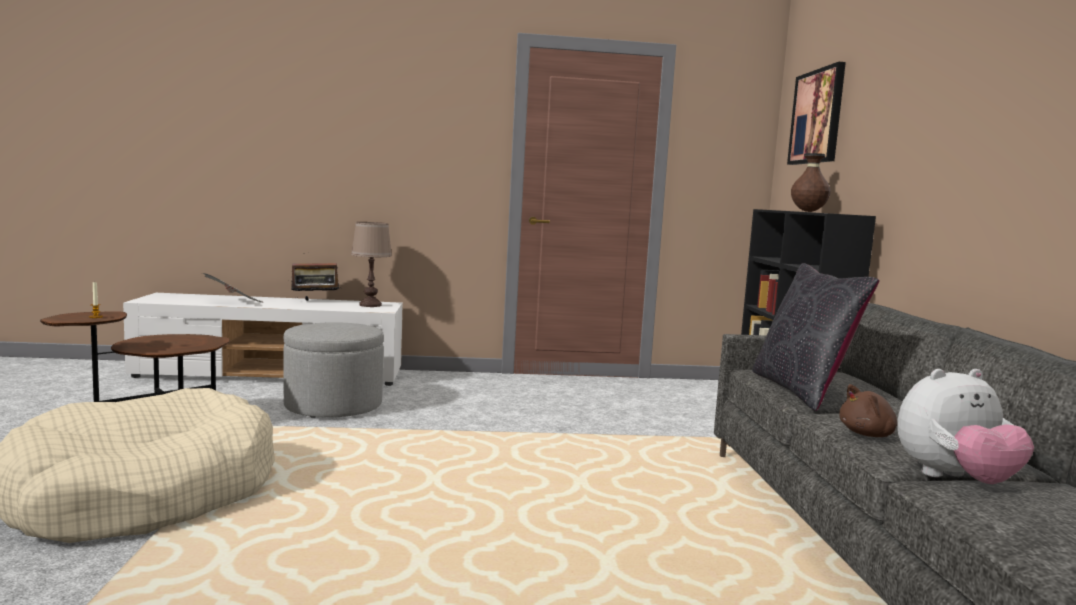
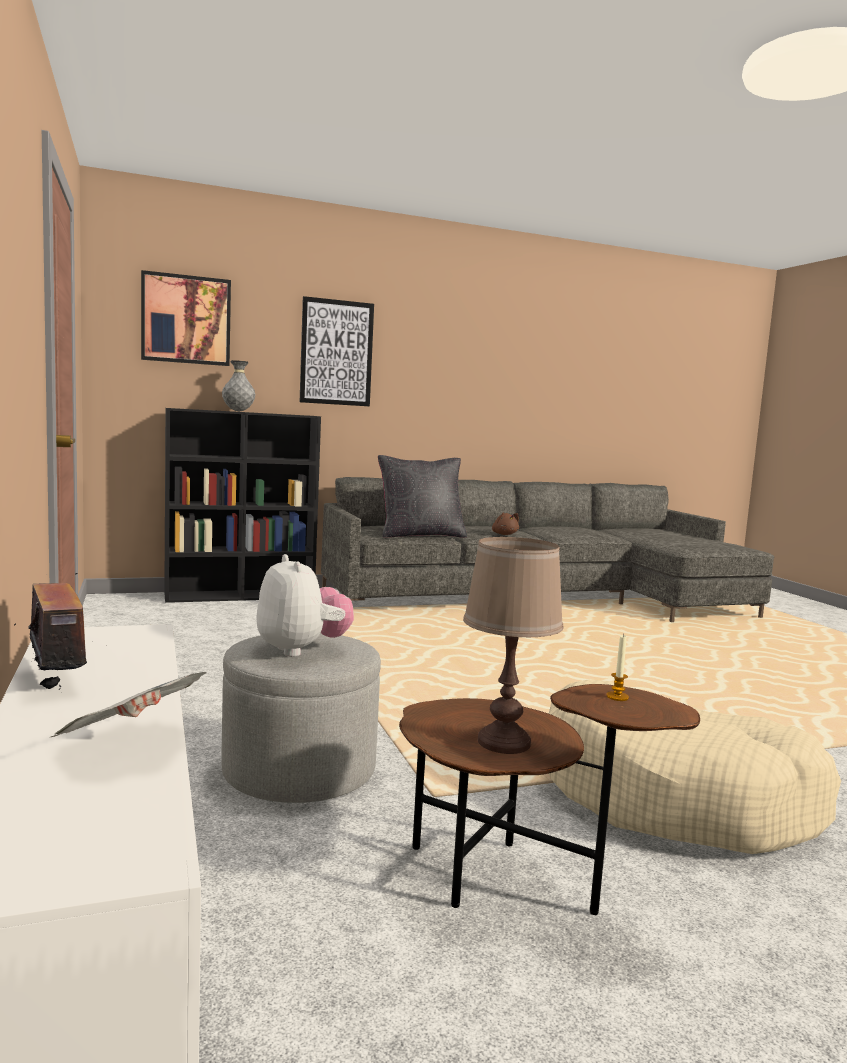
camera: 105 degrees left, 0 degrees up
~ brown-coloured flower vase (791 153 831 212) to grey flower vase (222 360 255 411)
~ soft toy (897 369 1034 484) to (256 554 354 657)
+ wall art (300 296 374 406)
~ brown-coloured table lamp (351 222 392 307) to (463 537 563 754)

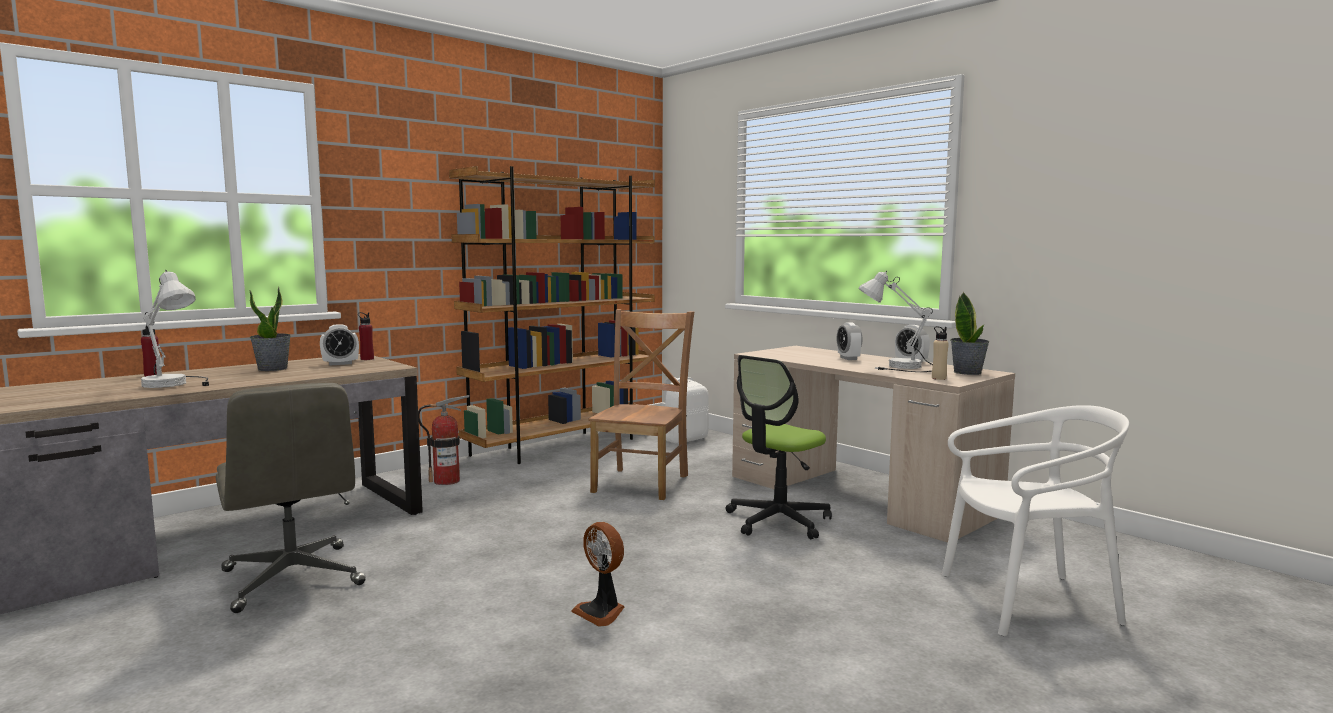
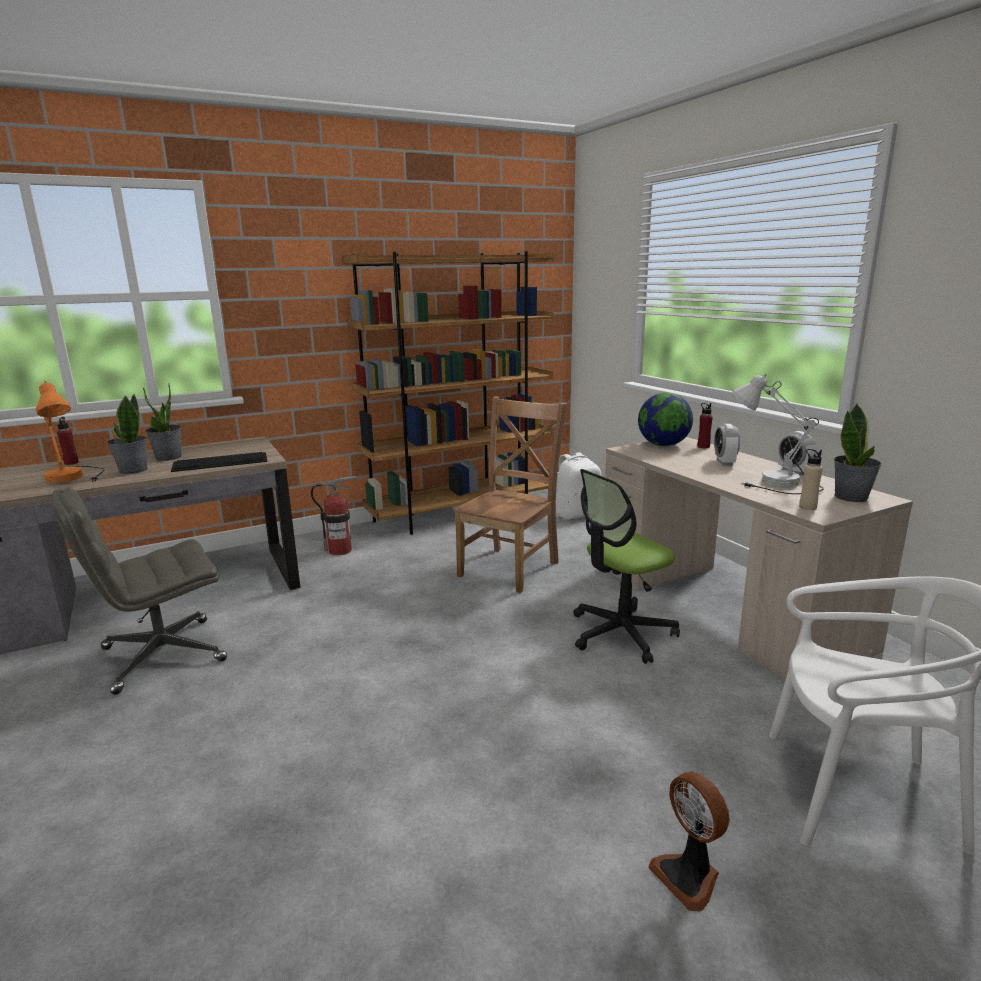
camera: 15 degrees right, 10 degrees up
~ white-coloured table lamp (141 270 209 388) to orange-coloured table lamp (36 381 104 483)
~ grey computer chair (216 383 366 613) = (51 487 227 695) 75 degrees clockwise
+ houseplant (107 394 148 474)
+ keyboard (171 452 267 472)
+ desk globe (638 393 693 446)
~ fan (571 522 624 627) to (648 771 730 912)
~ red beverage bottle (358 312 374 360) to (698 403 713 448)
- alarm clock (320 324 359 366)

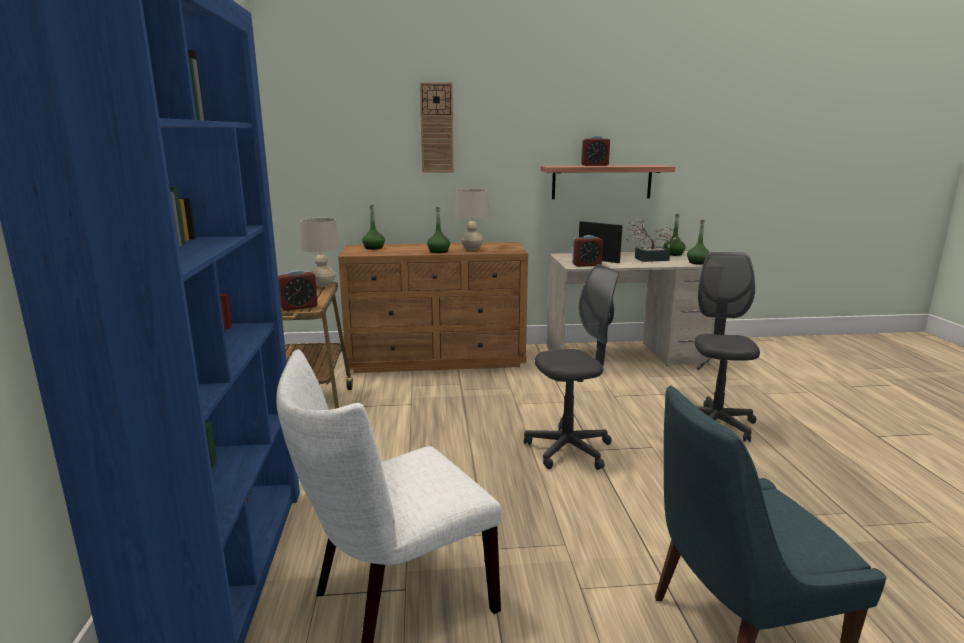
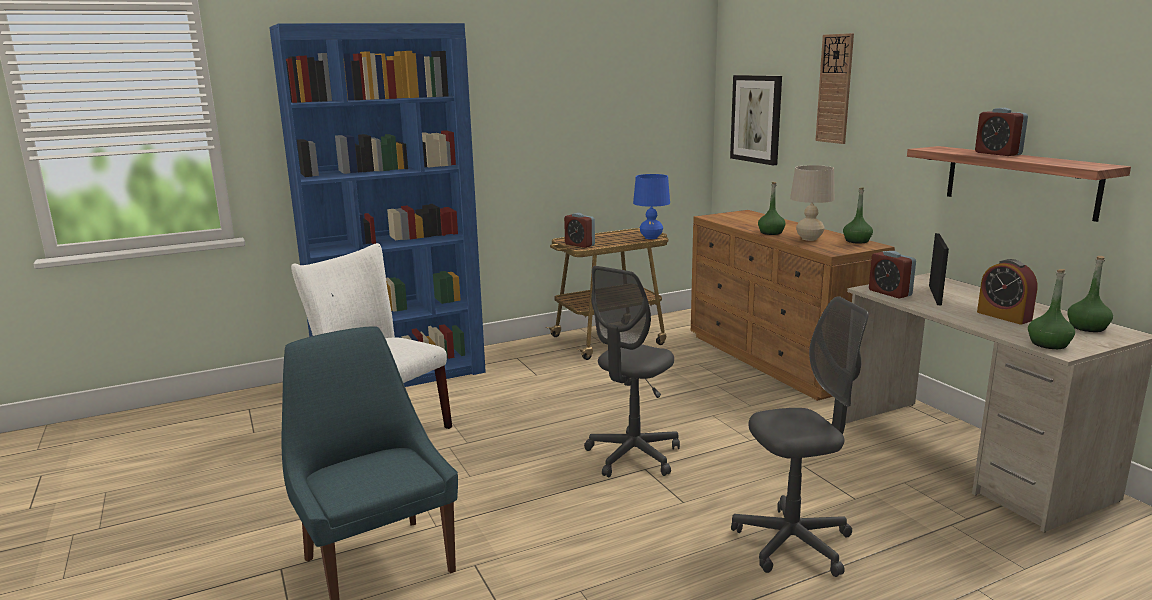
camera: 70 degrees right, 0 degrees up
~ grey computer chair (524 264 619 470) = (584 266 680 478) 75 degrees clockwise
~ beige table lamp (300 218 341 287) to blue-coloured table lamp (633 174 670 239)
+ wall art (730 75 782 165)
~ greenish beverage bottle (362 205 385 250) to (843 187 873 244)
~ houseplant (626 219 676 262) to alarm clock (977 259 1038 325)

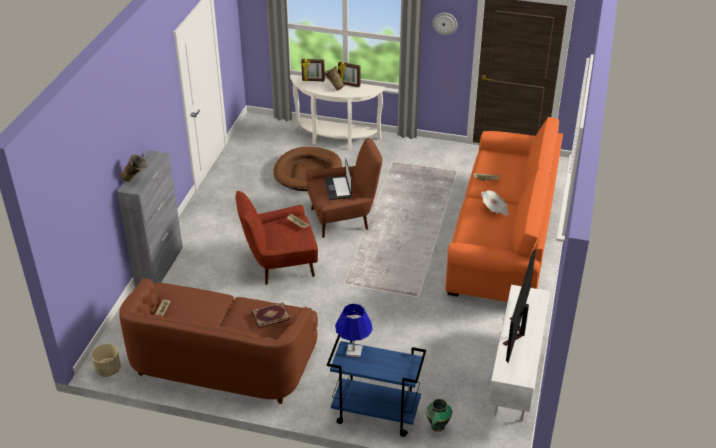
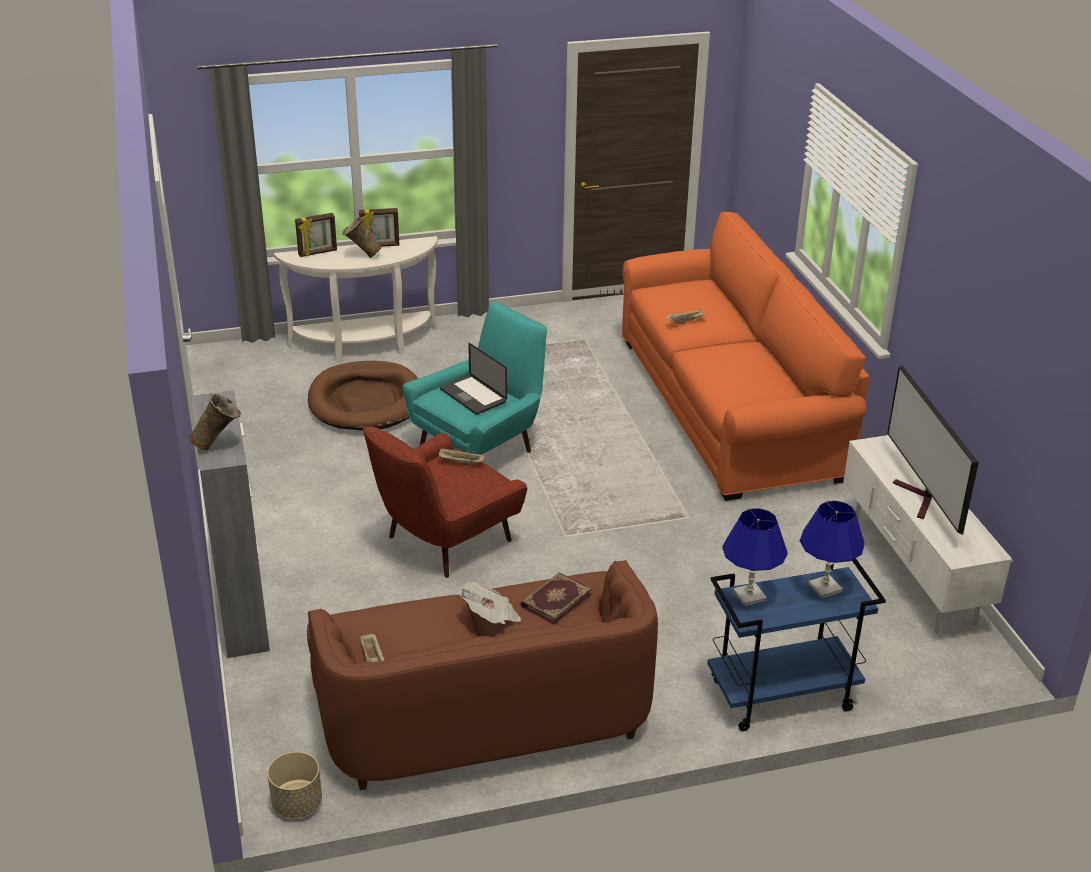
camera: 30 degrees left, 5 degrees down
~ brown-coloured easy chair (306 138 383 238) to turquoise easy chair (403 302 547 455)
~ printed paper (481 190 508 216) to (458 582 522 624)
+ blue-coloured table lamp (800 501 865 598)
- flower vase (426 399 452 432)
- clock on the wall (433 13 457 35)

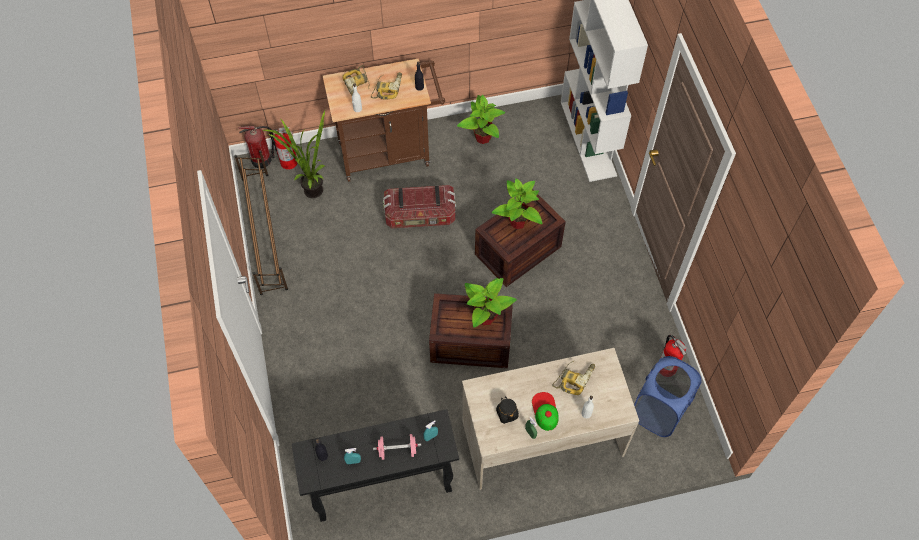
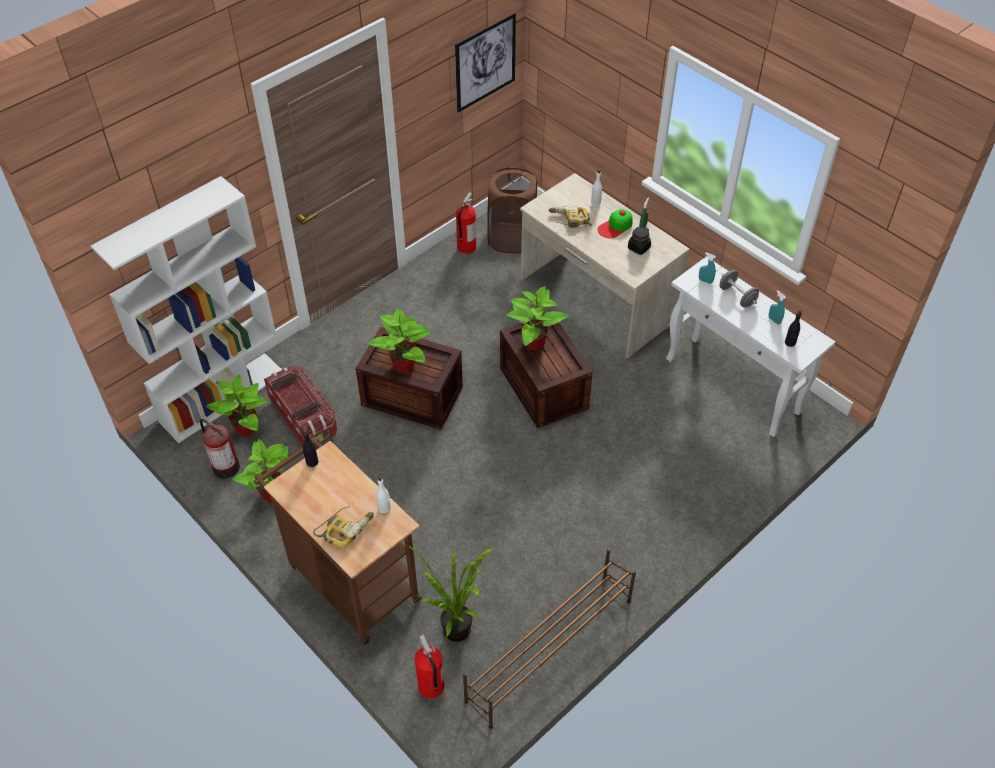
camera: 120 degrees left, 10 degrees down
~ extinguisher (238 126 275 168) to (200 419 240 479)
+ houseplant (206 375 268 437)
~ storage box (383 185 456 228) to (264 366 337 447)
+ wall art (455 13 516 113)
~ blue-coloured hamper (634 356 702 437) to brown-coloured hamper (487 167 537 253)
~ black-coloured hall table (292 409 459 522) to white-coloured hall table (666 257 835 437)
~ pinkish dumbbell (373 434 421 460) to grey dumbbell (719 270 759 308)
- electric drill (371 72 402 99)

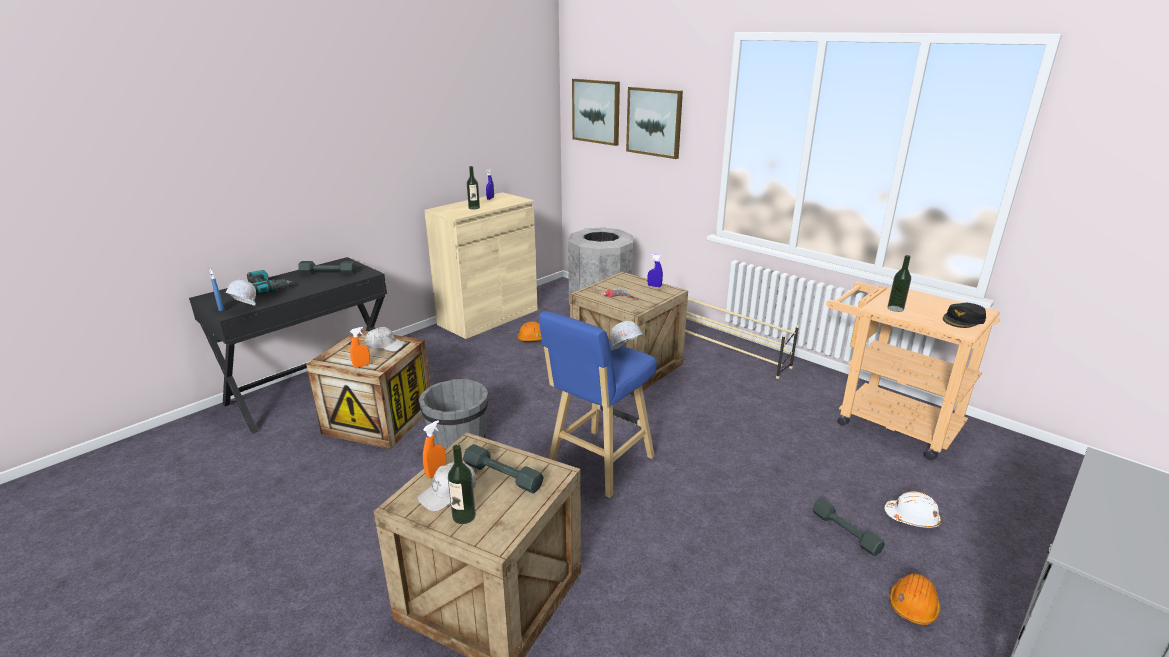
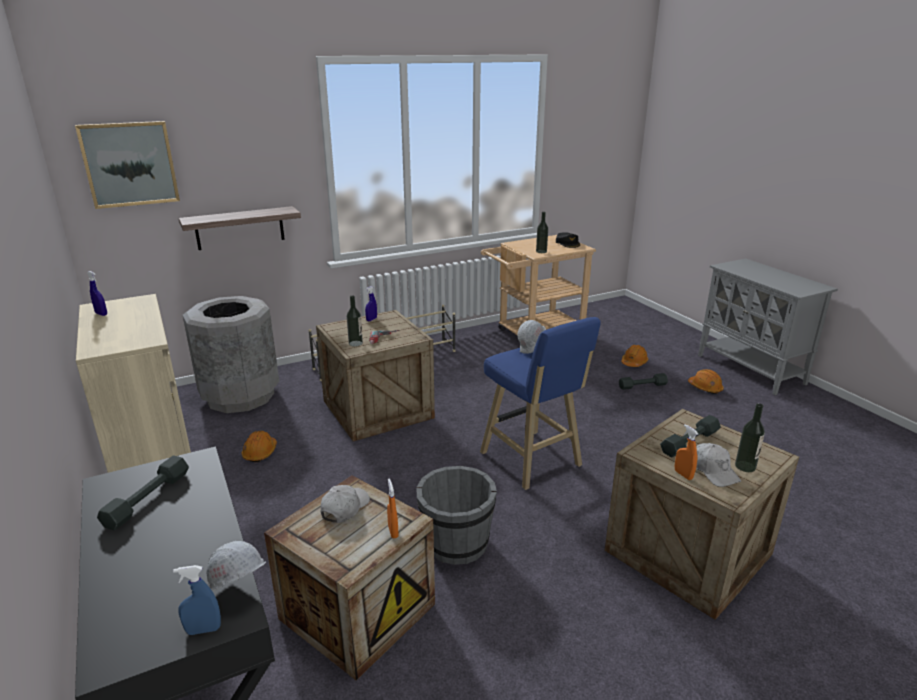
camera: 70 degrees left, 0 degrees up
+ bracket shelf (179 206 301 250)
~ beverage bottle (467 166 480 209) to (347 295 363 347)
~ white-coloured work helmet (884 492 941 528) to orange-coloured work helmet (621 345 648 367)
- electric drill (247 270 292 295)
- wall art (626 87 683 159)

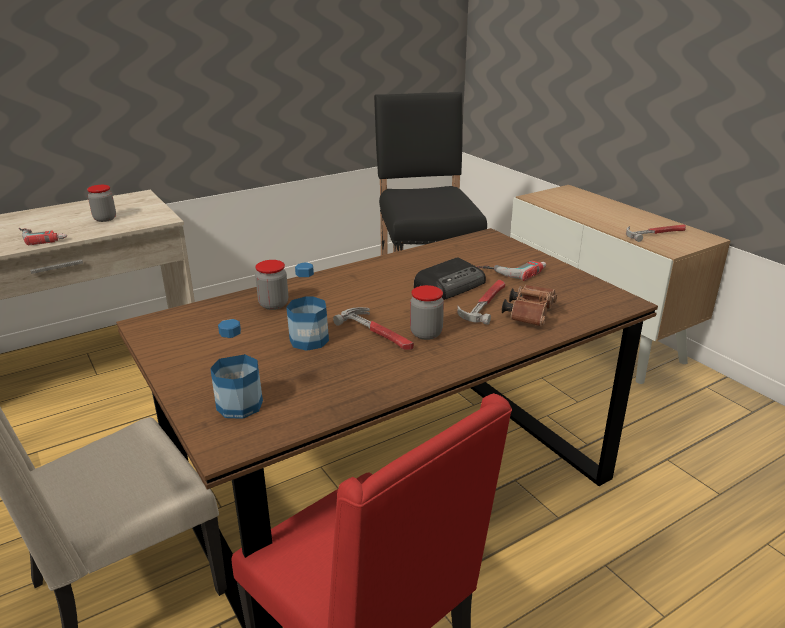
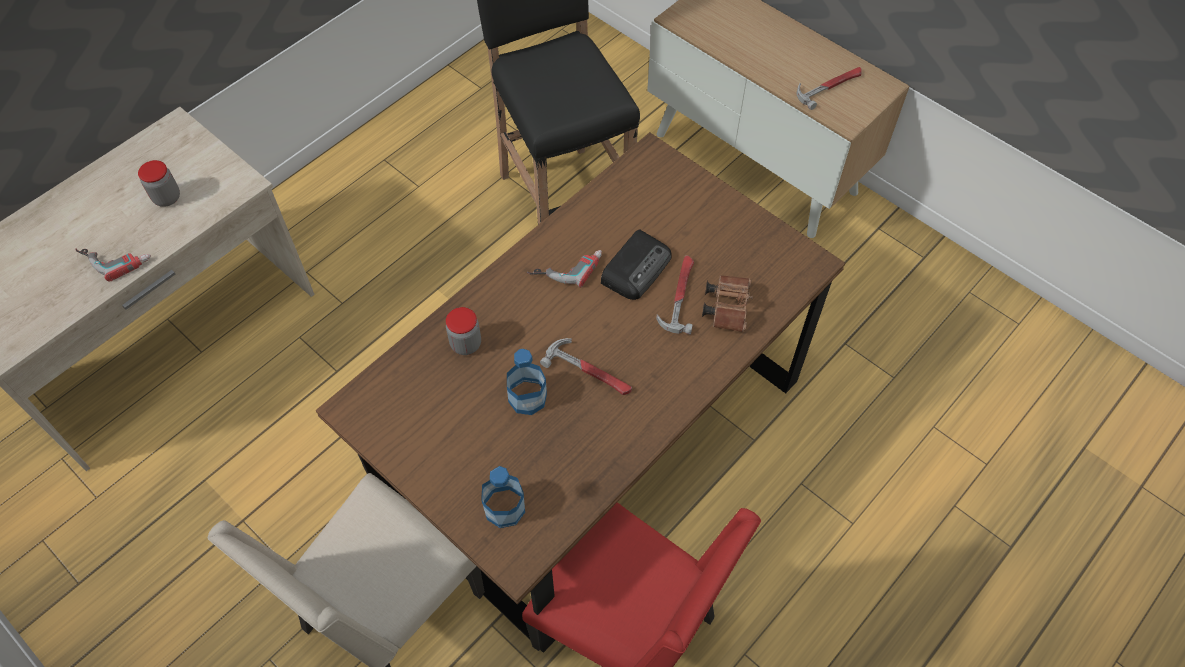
camera: 15 degrees left, 30 degrees up
~ electric drill (477 261 546 281) to (527 250 602 287)
- preserve jar (410 285 444 340)

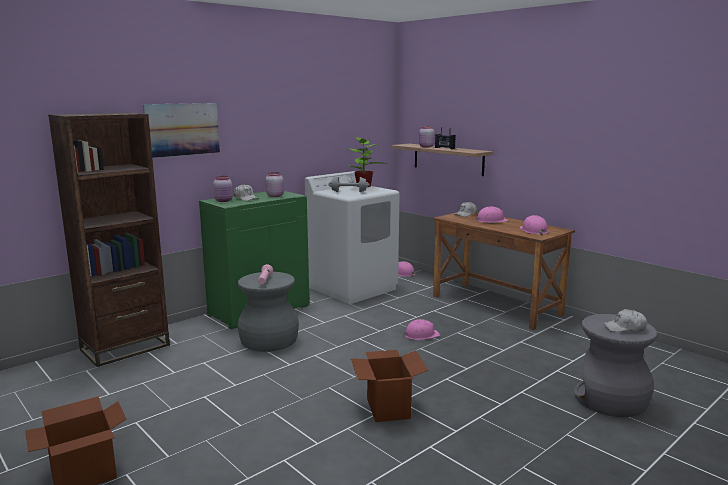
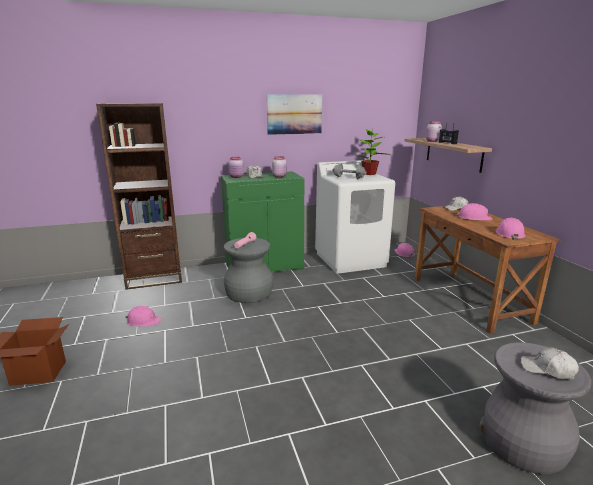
camera: 25 degrees right, 5 degrees up
~ pinkish work helmet (403 319 440 340) to (125 306 162 326)
~ wall art (143 103 220 158) to (267 94 322 135)
- packing box (351 350 428 422)

